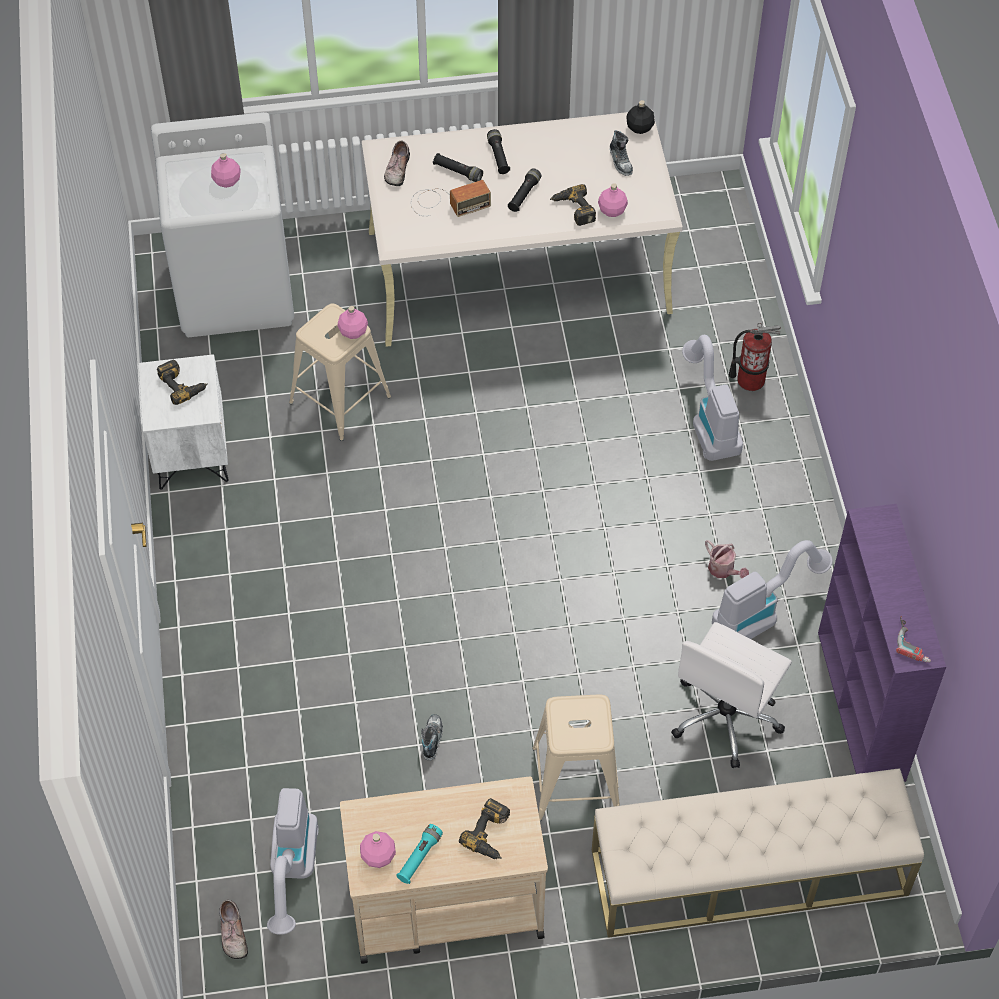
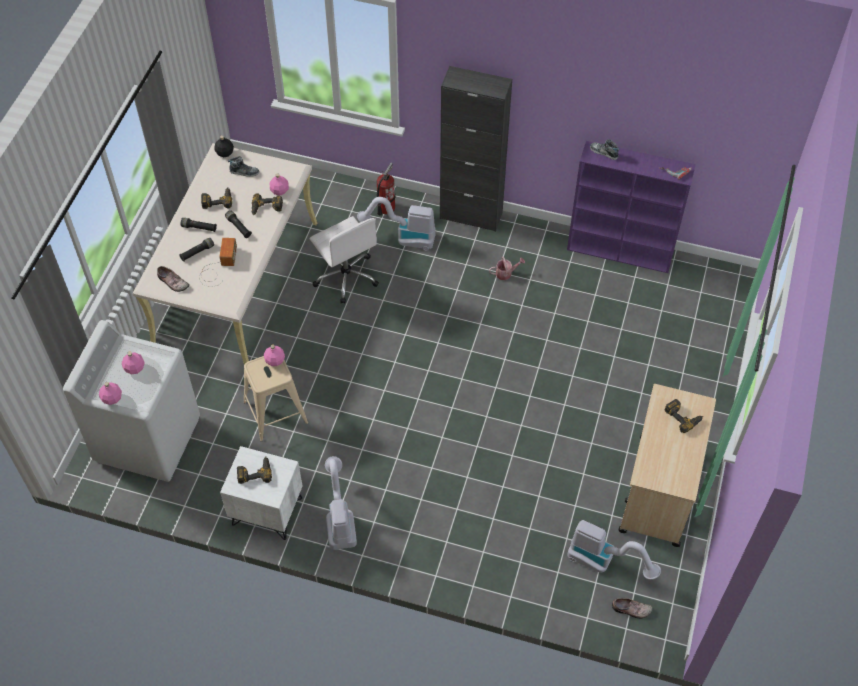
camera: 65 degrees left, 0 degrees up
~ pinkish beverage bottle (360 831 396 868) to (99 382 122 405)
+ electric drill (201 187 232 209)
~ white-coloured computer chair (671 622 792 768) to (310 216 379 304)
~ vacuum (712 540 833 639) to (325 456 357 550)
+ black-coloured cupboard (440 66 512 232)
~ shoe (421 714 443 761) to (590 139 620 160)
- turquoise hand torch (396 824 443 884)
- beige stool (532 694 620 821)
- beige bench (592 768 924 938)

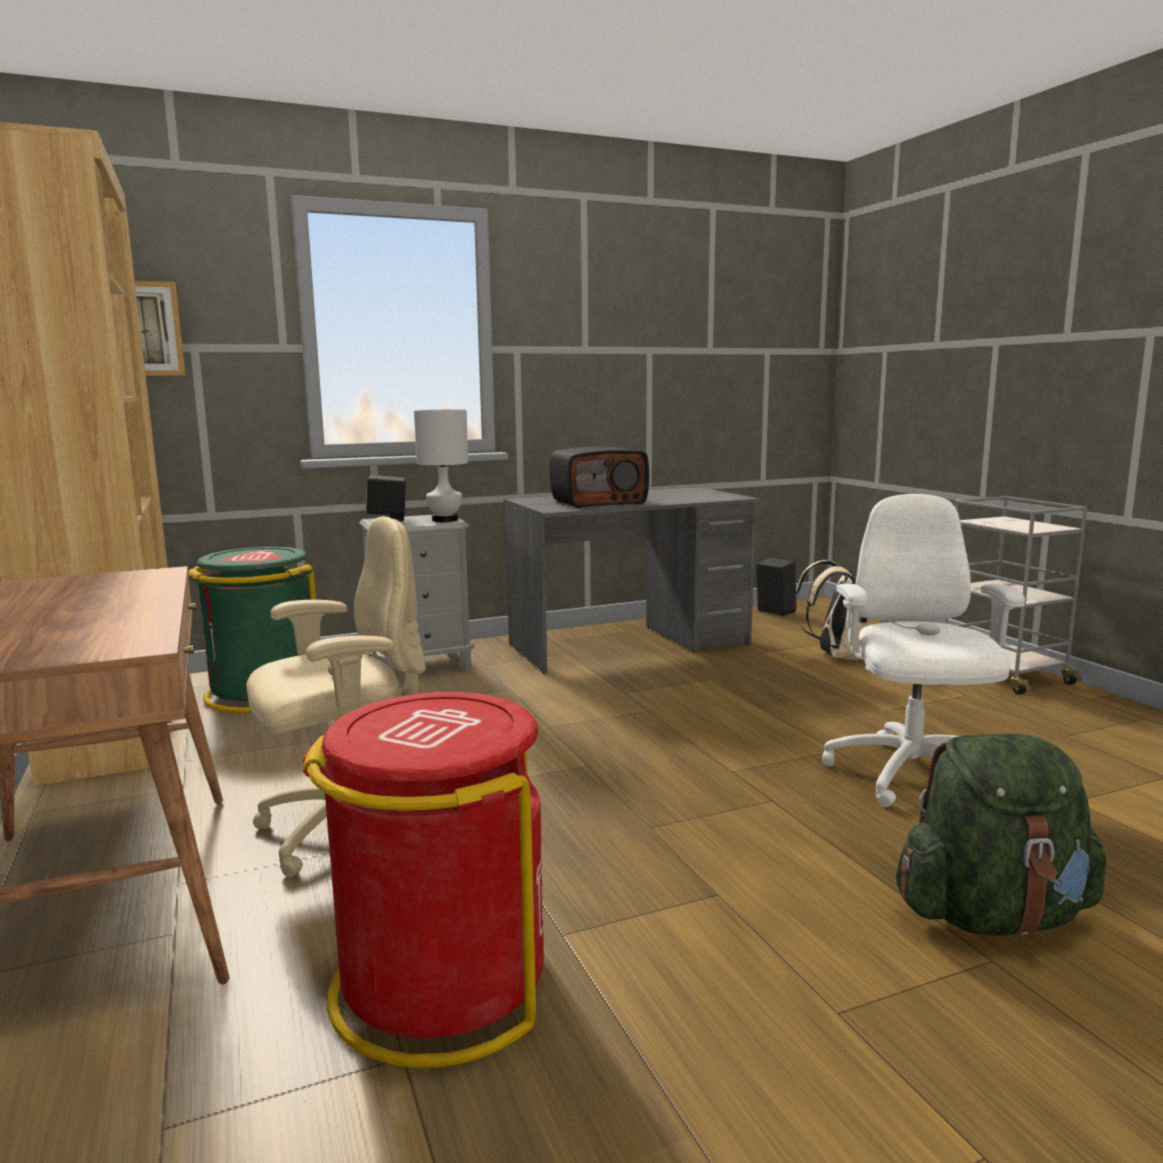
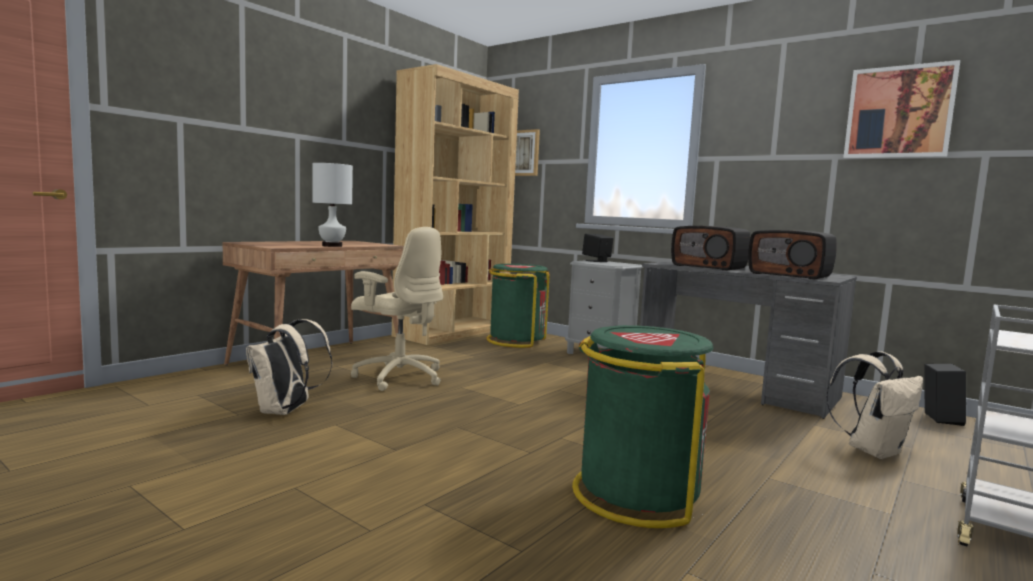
camera: 60 degrees right, 5 degrees down
~ red rubbish bin (302 692 544 1068) to beige rucksack (246 319 332 415)
~ white-coloured table lamp (414 409 468 522) to (312 163 353 247)
~ white-coloured computer chair (822 494 1025 807) to greenish rubbish bin (572 325 713 528)
+ radio receiver (748 230 837 280)
+ wall art (843 60 960 159)
- greenish rucksack (896 733 1106 936)

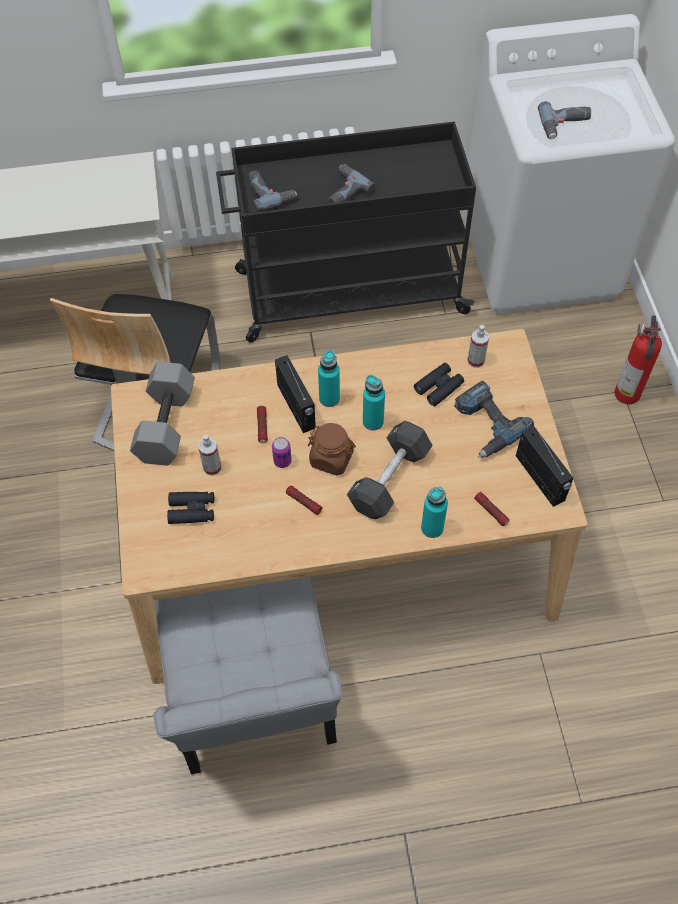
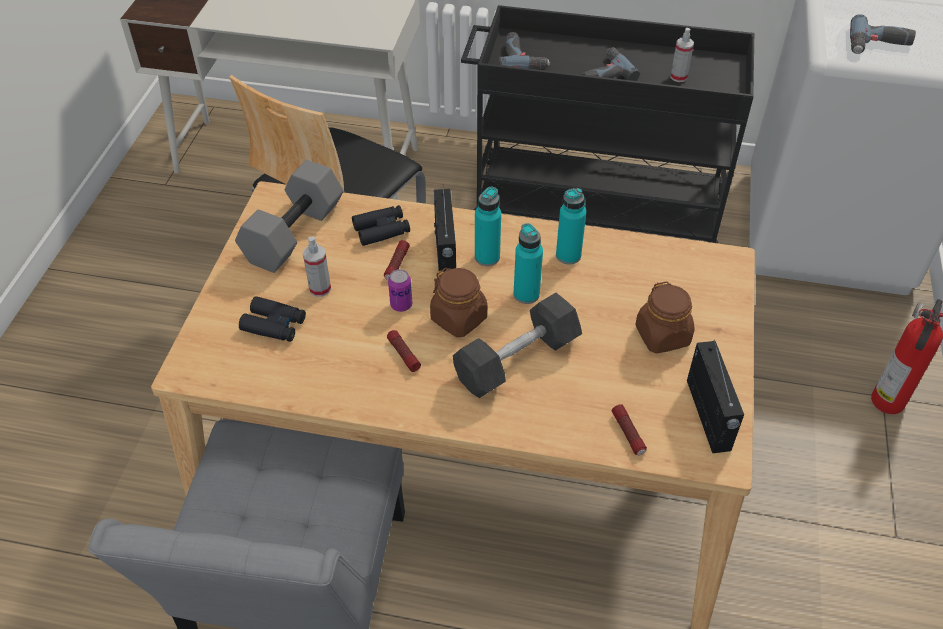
camera: 20 degrees right, 10 degrees down
~ black-coloured binoculars (414 363 464 406) to (352 205 410 246)
~ turquoise beverage bottle (421 486 448 538) to (556 188 586 265)
~ electric drill (454 381 534 458) to brown-coloured preserve jar (635 281 694 353)
~ spray bottle (468 325 489 368) to (670 28 694 82)

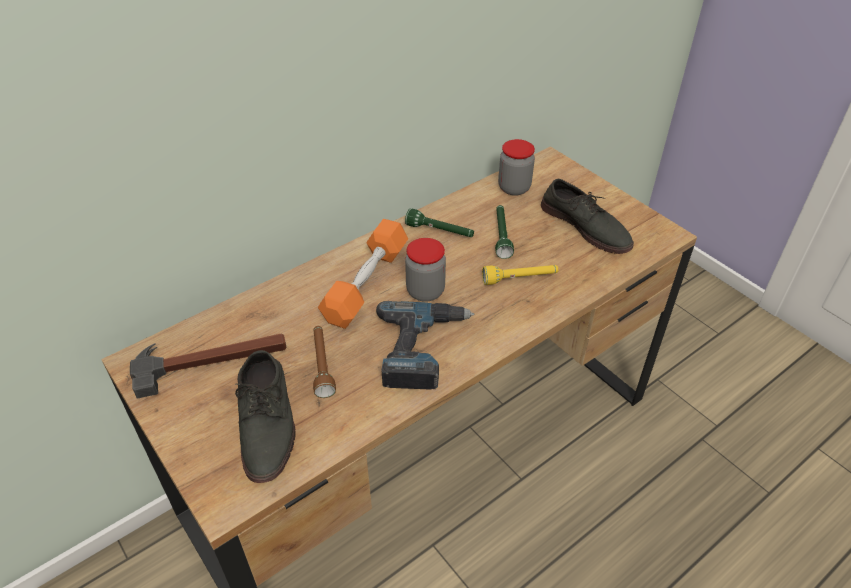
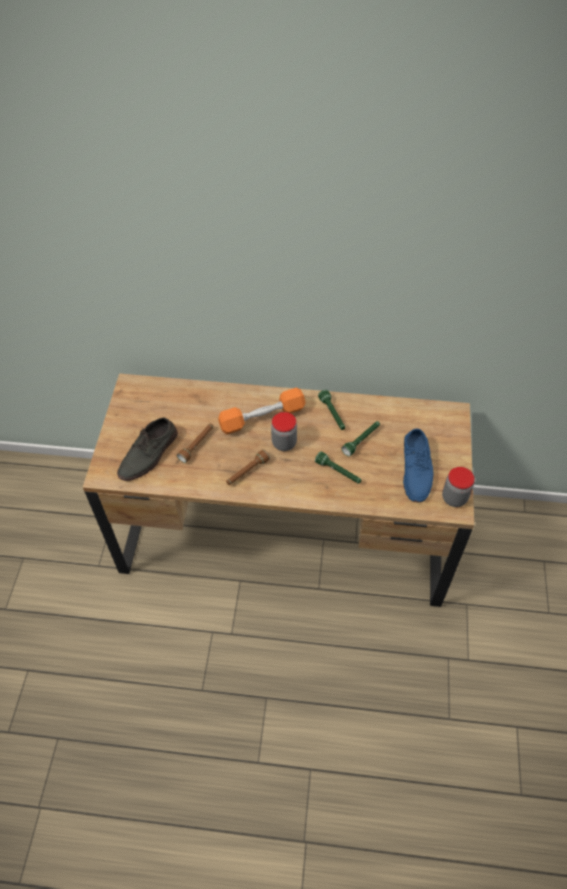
camera: 45 degrees right, 10 degrees up
~ electric drill (376 301 474 390) to brown-coloured hand torch (226 450 270 485)
~ yellowish hand torch (482 265 558 285) to greenish hand torch (315 451 361 484)
~ grey shoe (541 179 634 254) to blue-coloured shoe (403 429 433 502)
~ preserve jar (498 139 535 196) to (442 467 475 507)
- hammer (130 333 287 398)

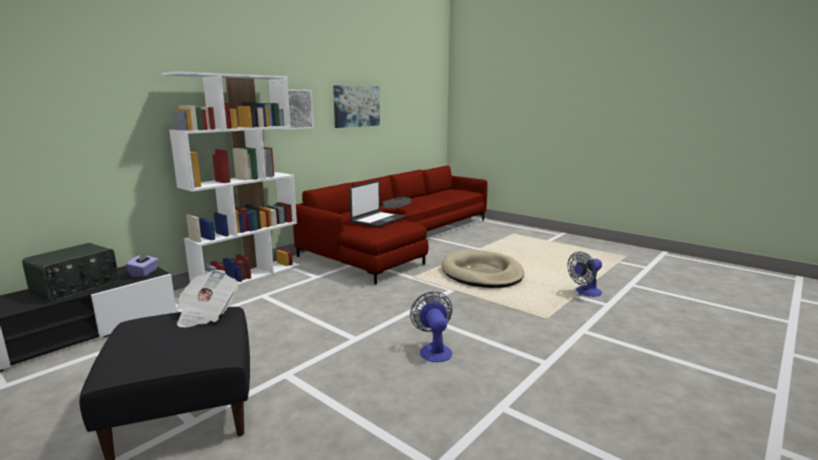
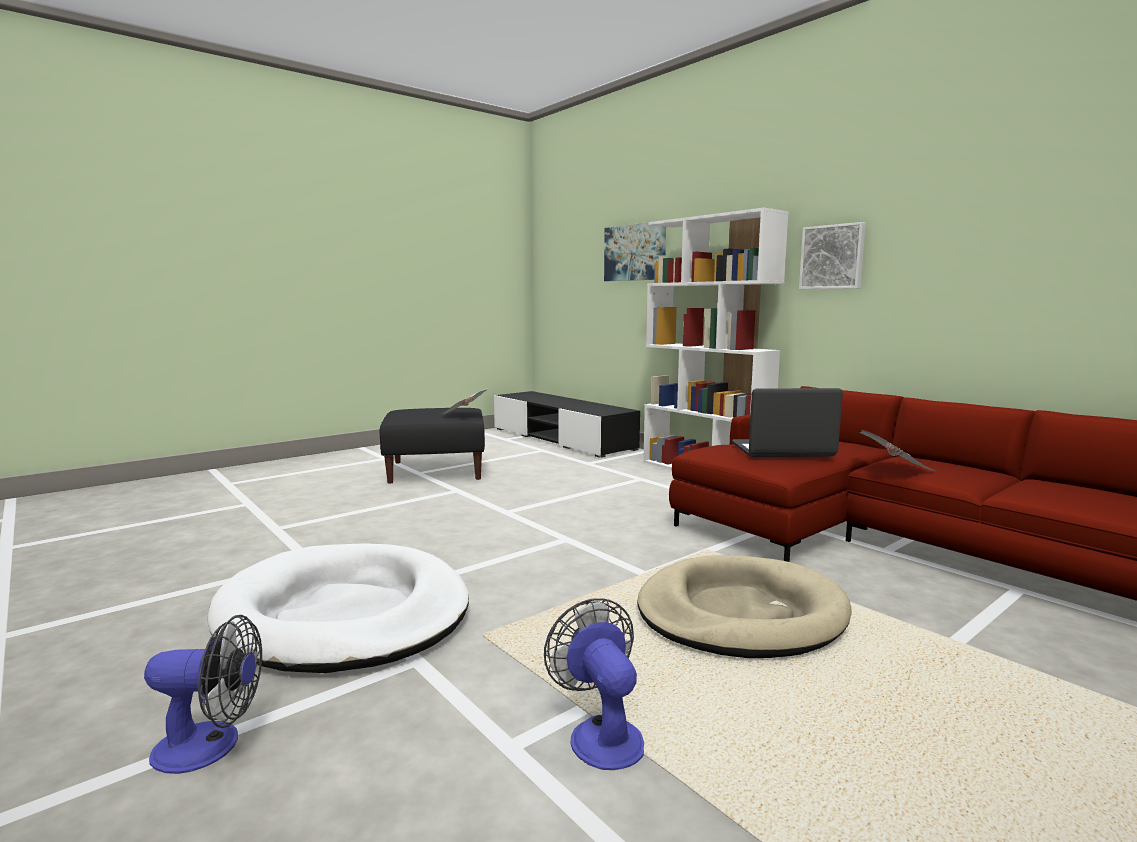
camera: 100 degrees right, 5 degrees down
~ fan (410 292 452 362) to (144 615 262 774)
+ white-coloured pet bed (207 543 469 673)
~ wall art (333 85 380 128) to (604 222 666 281)
~ portable computer (349 180 406 227) = (732 388 843 457) 135 degrees clockwise
- radio receiver (22 243 119 301)
- purplish box of tissues (126 251 159 277)

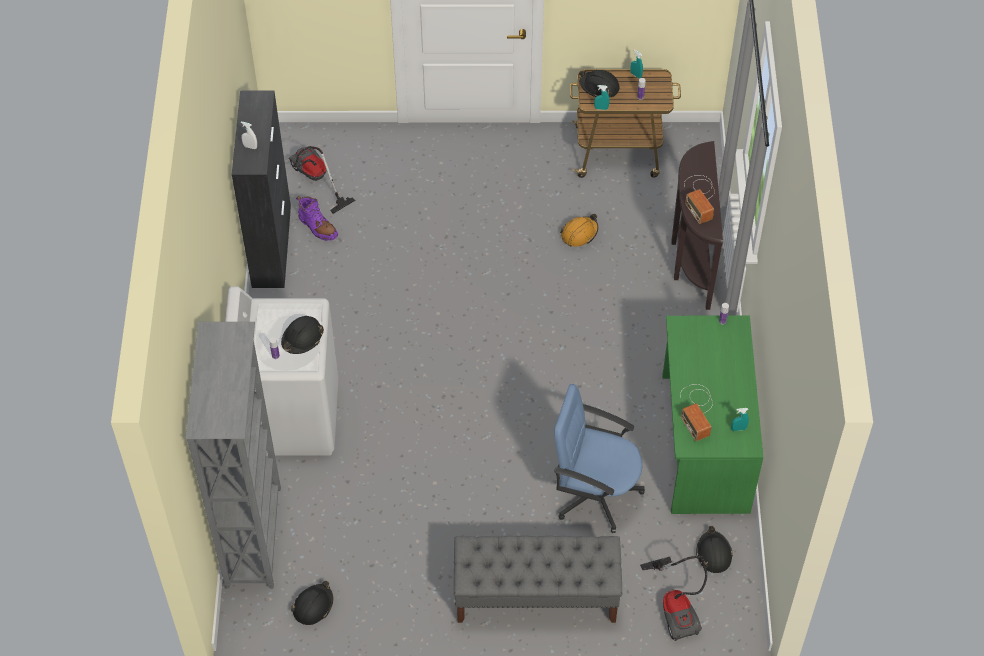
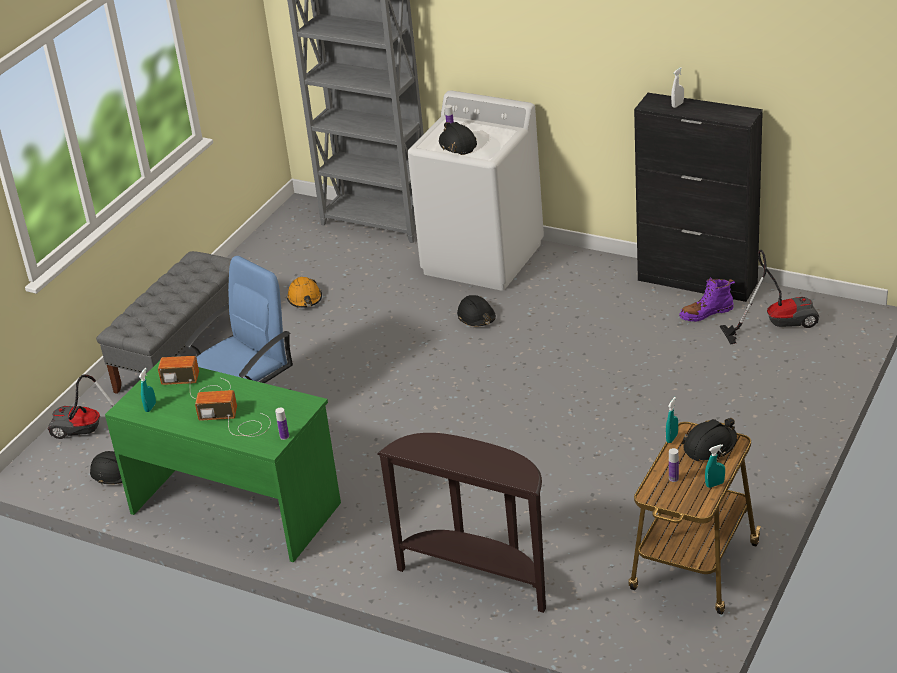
camera: 120 degrees right, 20 degrees down
~ radio receiver (684 175 715 224) to (195 390 271 437)
~ orange-coloured work helmet (560 214 598 247) to (287 277 322 308)
~ black-coloured work helmet (291 581 333 625) to (457 295 496 326)

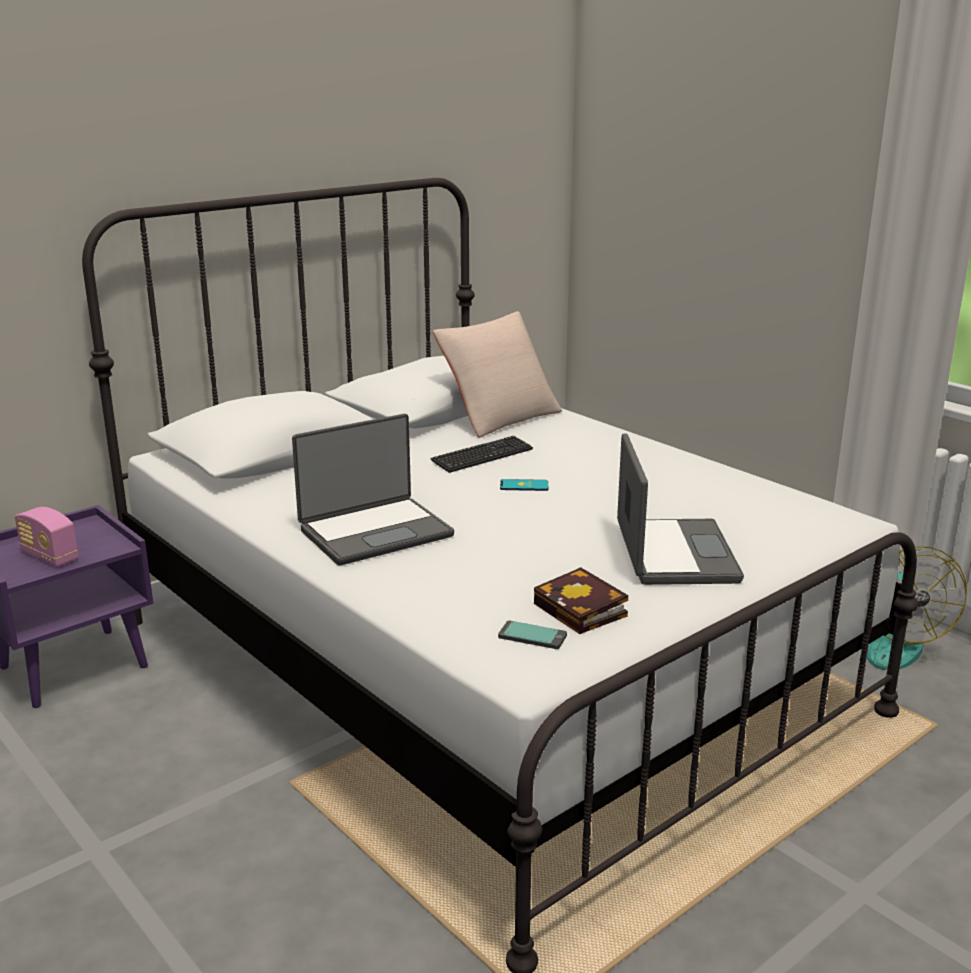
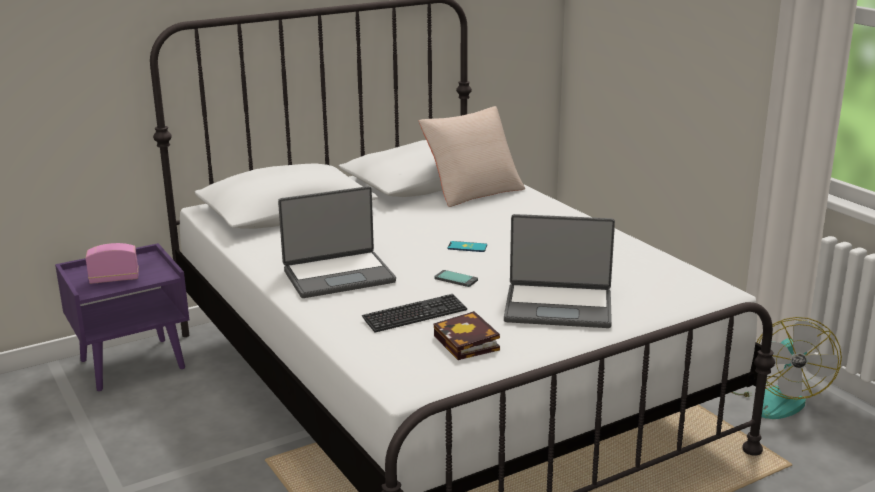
camera: 10 degrees right, 0 degrees up
~ radio receiver (15 507 79 567) = (86 243 139 284) 120 degrees clockwise
~ keyboard (430 435 533 473) to (362 294 467 333)
~ handset (498 621 567 649) to (434 270 478 287)
~ portable computer (617 433 744 585) = (504 214 615 328) 90 degrees clockwise

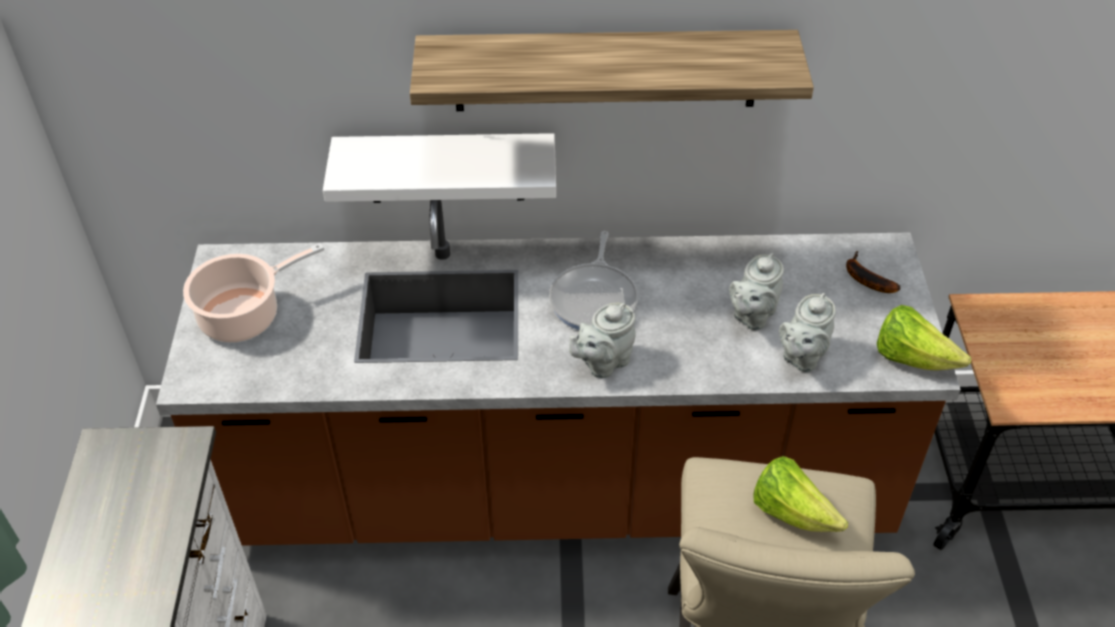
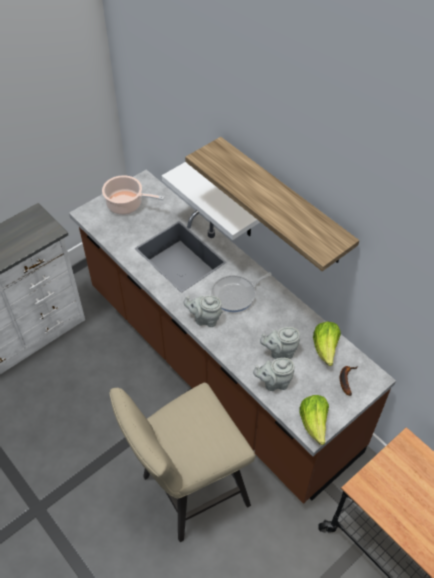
camera: 50 degrees right, 5 degrees up
~ lettuce head (753 456 848 532) to (313 321 341 366)

